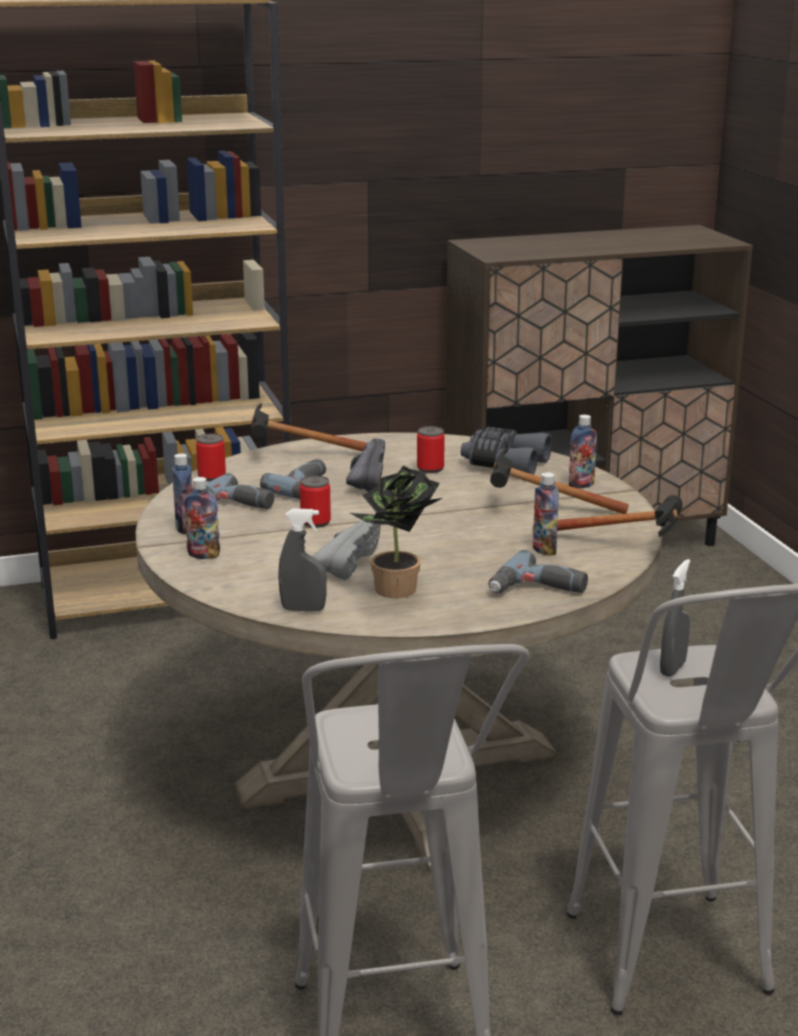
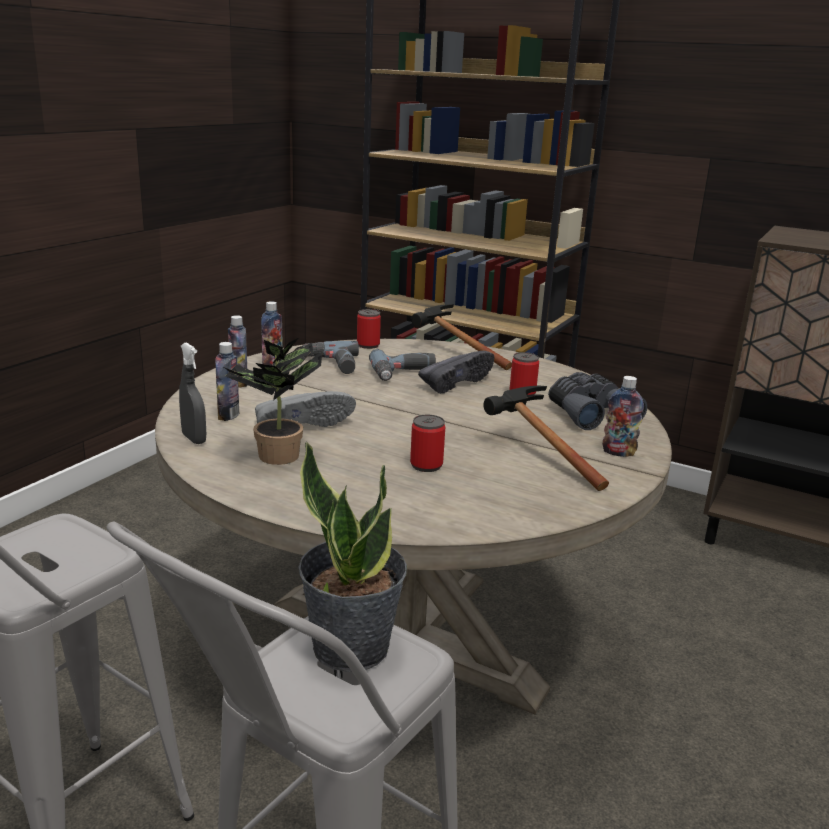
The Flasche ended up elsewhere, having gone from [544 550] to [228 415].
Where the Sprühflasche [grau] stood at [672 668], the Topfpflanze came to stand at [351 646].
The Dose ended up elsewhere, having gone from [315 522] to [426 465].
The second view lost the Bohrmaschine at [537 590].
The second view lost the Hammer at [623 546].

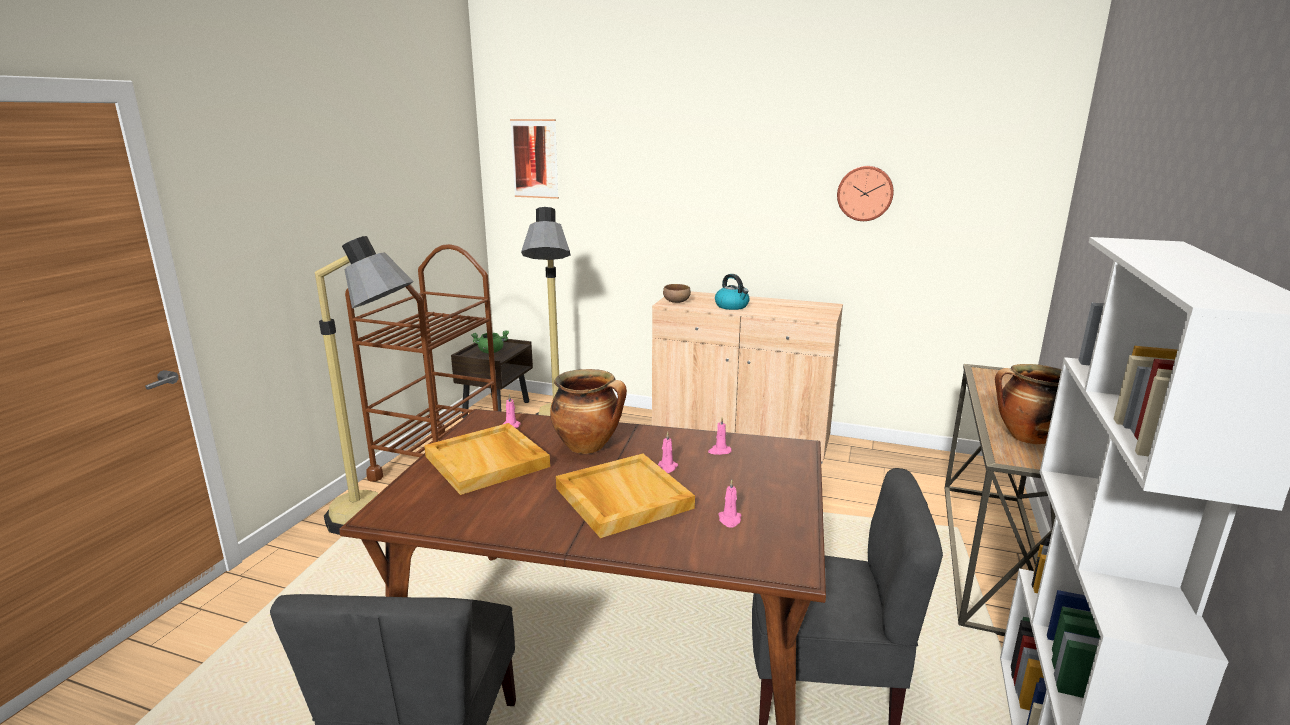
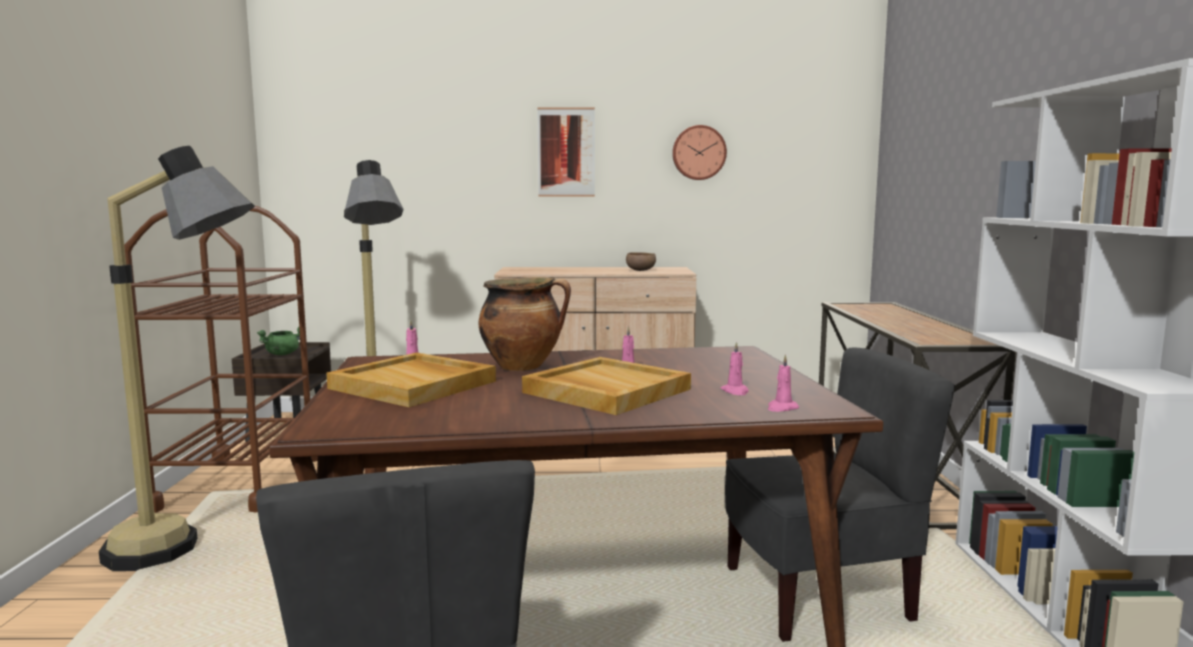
The Bild ended up elsewhere, having gone from [535 159] to [566 152].
The Schüssel [braun] ended up elsewhere, having gone from [677 302] to [641 270].
The Kerze [rosa] ended up elsewhere, having gone from [719 451] to [782 408].
The second view lost the Wasserkessel at [732 306].
The second view lost the Kochtopf at [1027 438].

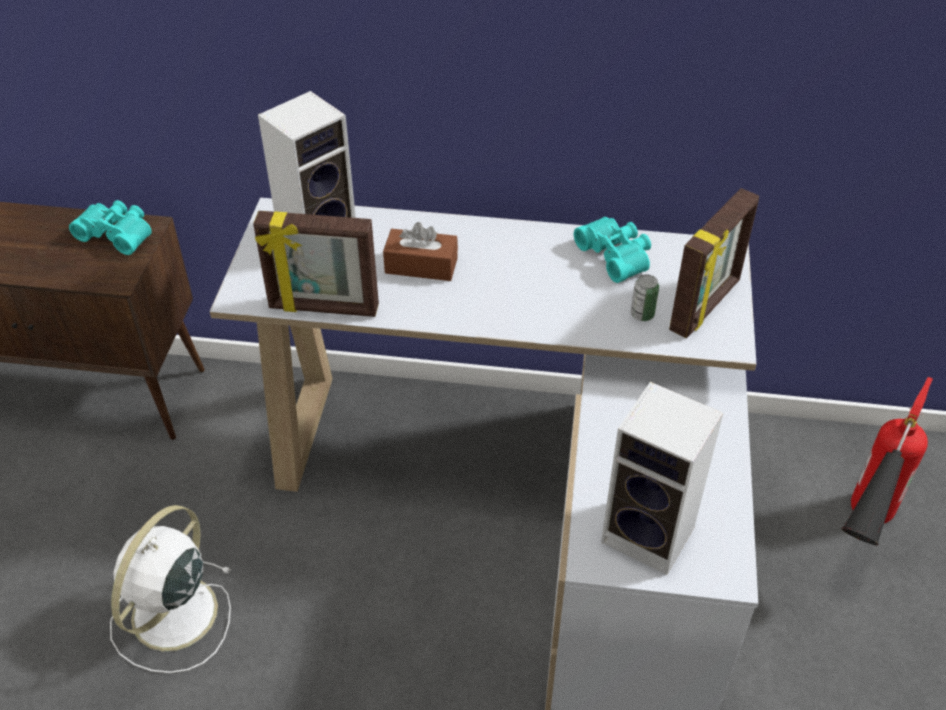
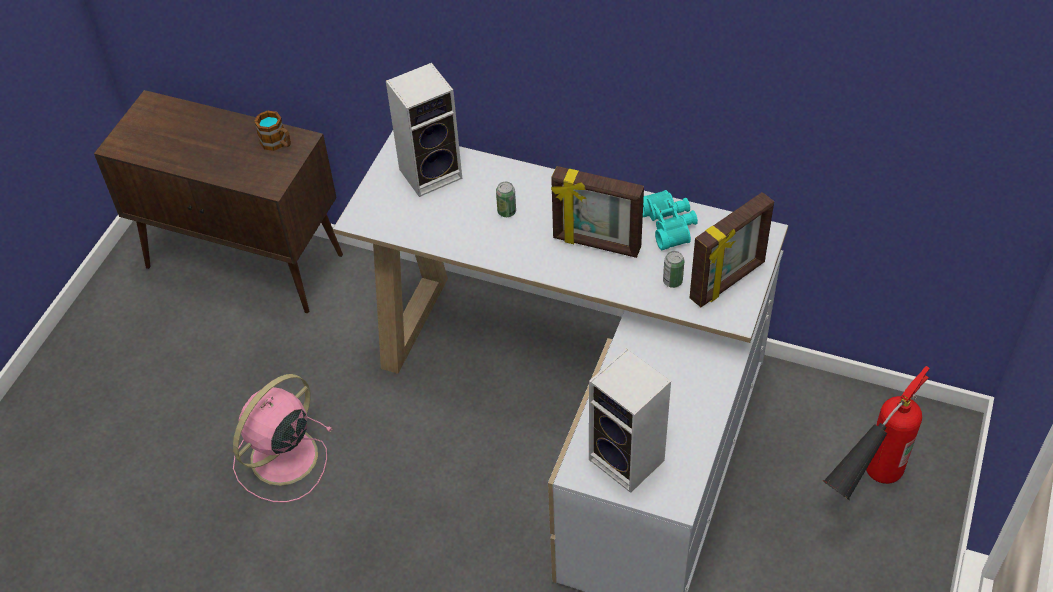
What was the Ventilator [weiß] at [172 616] turned into the Ventilator [rosa] at [282 459].
Where the Fernglas [türkis] stood at [117 233], the Henkelbecher came to stand at [277 143].
Where the Taschentuchbox [braun] stood at [421 266], the Dose came to stand at [506 211].
The Bilderrahmen ended up elsewhere, having gone from [323 308] to [596 244].

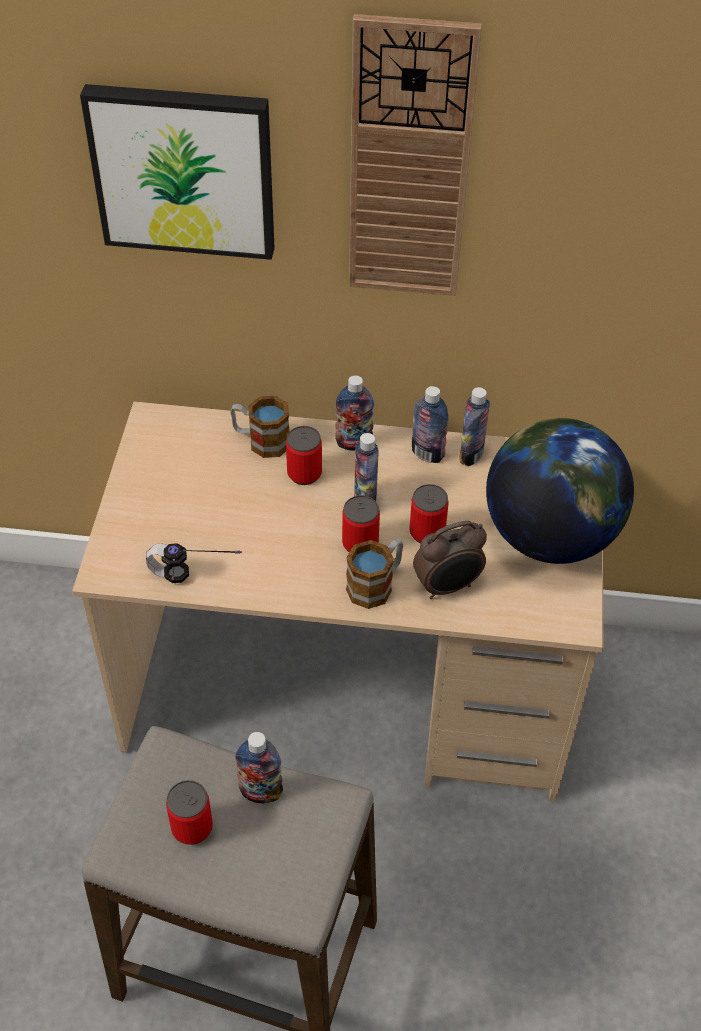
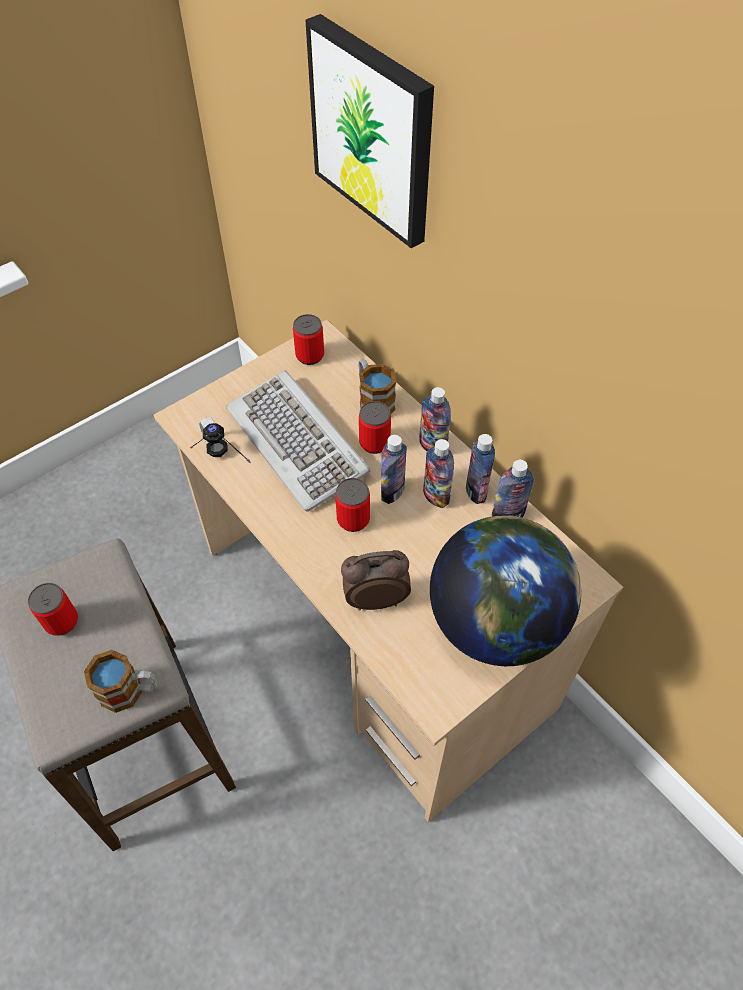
The Henkelbecher ended up elsewhere, having gone from [376 584] to [130 691].
The second view gained the Tastatur at [298 442].
The Dose ended up elsewhere, having gone from [427 532] to [310 355].
The Wecker at [448 587] ended up facing another way, 150 degrees clockwise from before.
The Flasche ended up elsewhere, having gone from [261 792] to [436 496].
The second view lost the Wanduhr at [409 164].

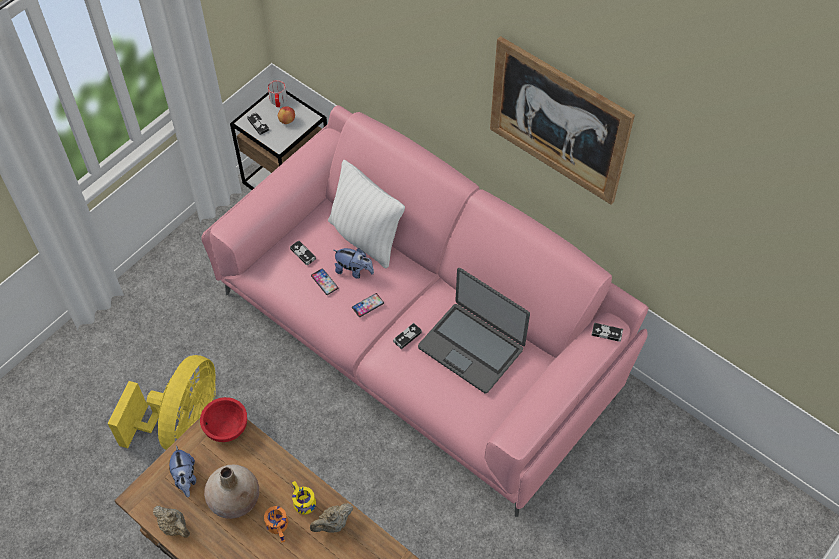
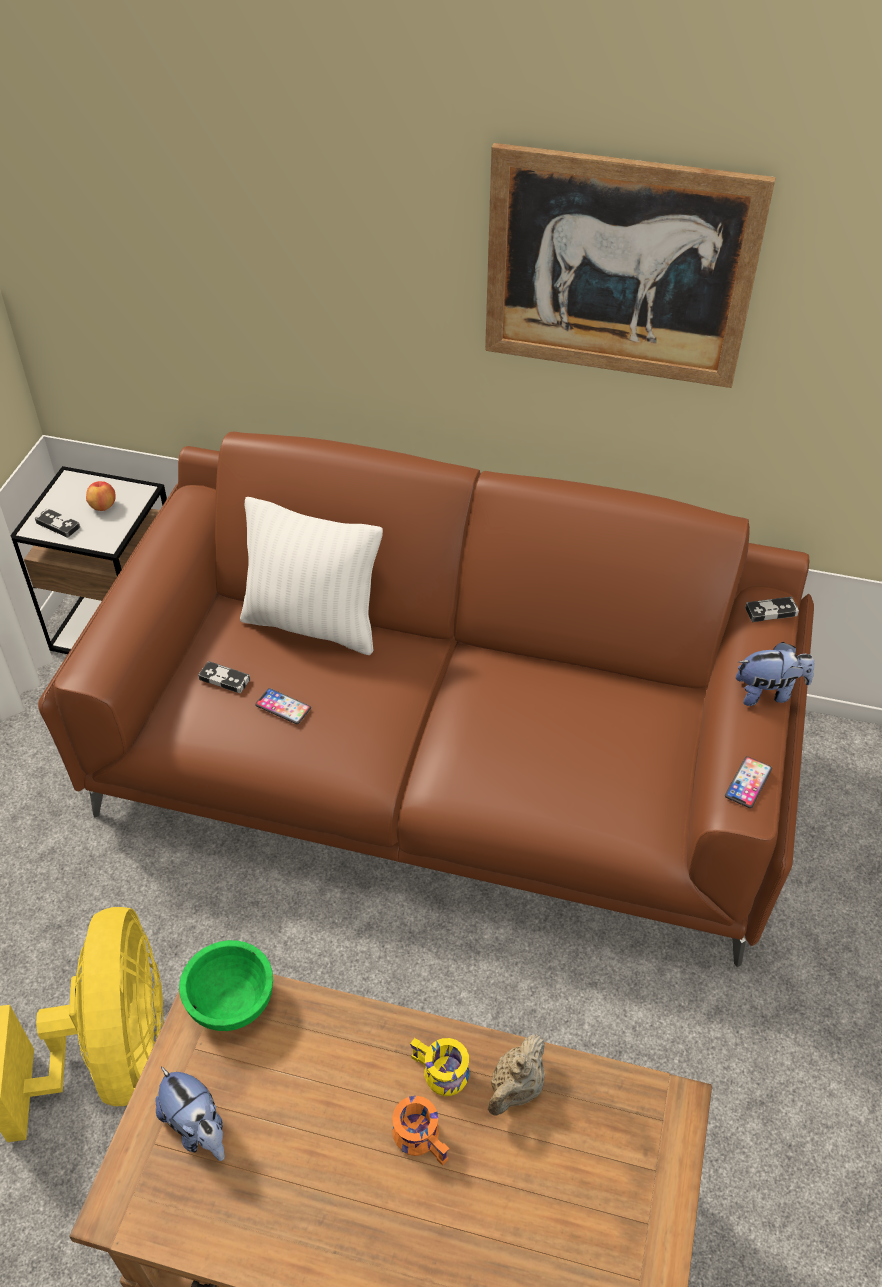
What was the Sofa [rosa] at [421 339] turned into the Sofa [braun] at [443 767].
What was the Schüssel [rot] at [226 427] turned into the Schüssel [grün] at [230 1001].
The Handy ended up elsewhere, having gone from [367 305] to [748 783].
The Plüschtier ended up elsewhere, having gone from [354 270] to [768 692].
The second view lost the Teekanne [beige] at [175 527].
The second view lost the Vase [beige] at [235 499].
The second view lost the Henkelbecher at [278 101].
The second view lost the Gamepad at [407 337].
The second view lost the Laptop at [471 347].

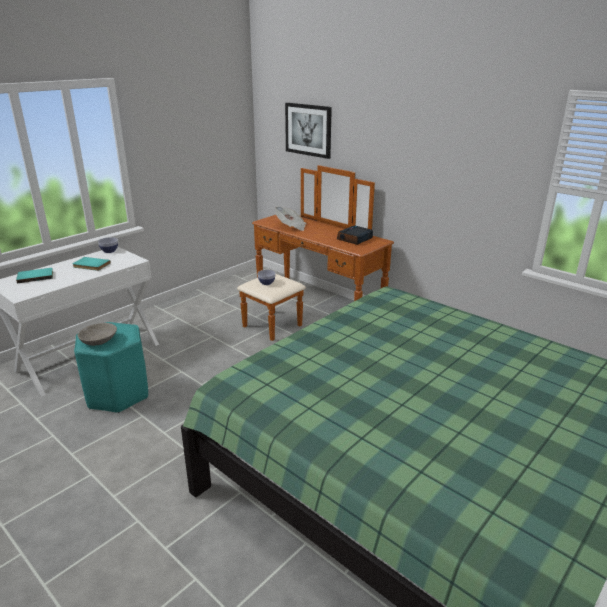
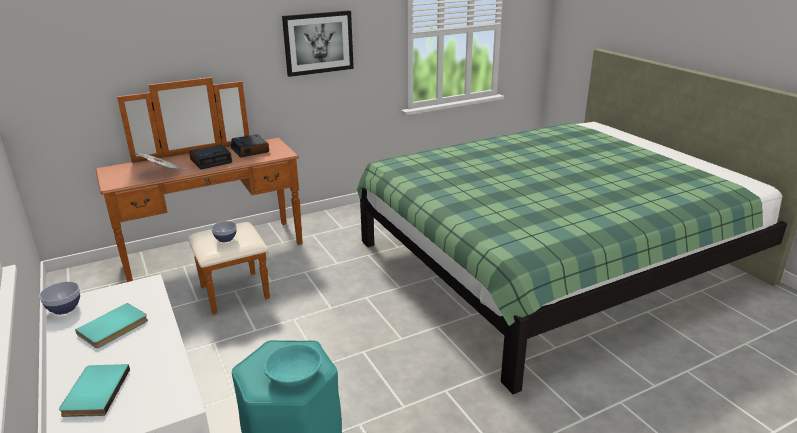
The second view gained the Wecker at [211 161].
What was the Schüssel [grau] at [99 341] turned into the Schüssel [türkis] at [294 375].
The Bild ended up elsewhere, having gone from [308 130] to [318 43].

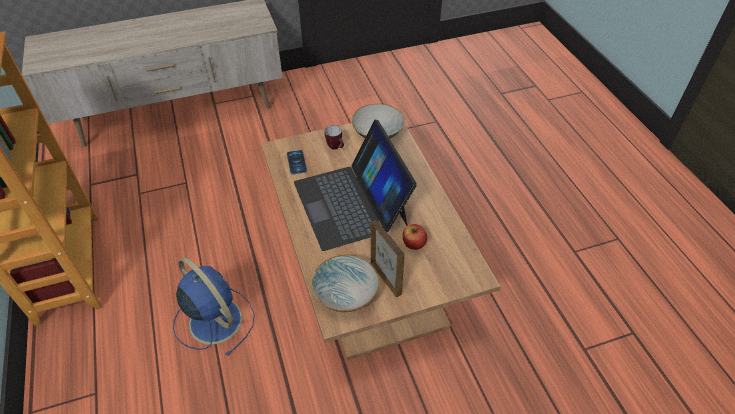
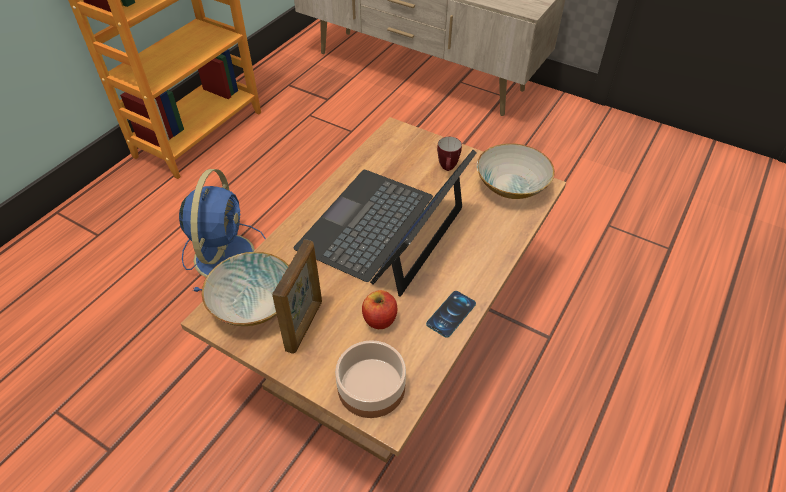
The second view gained the Schüssel at [370 387].
The Handy ended up elsewhere, having gone from [296 162] to [451 314].

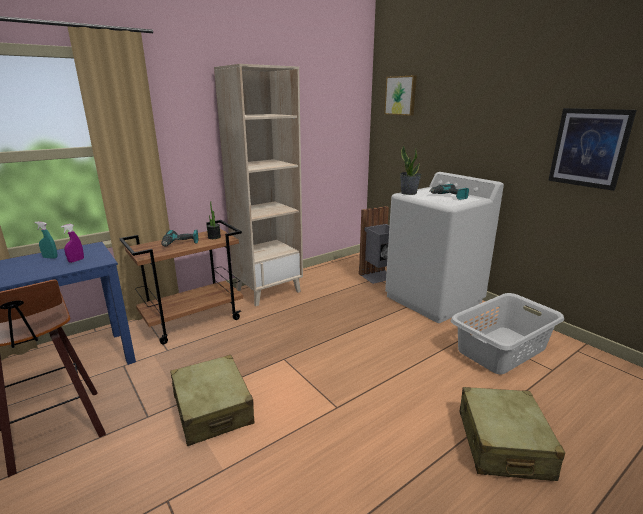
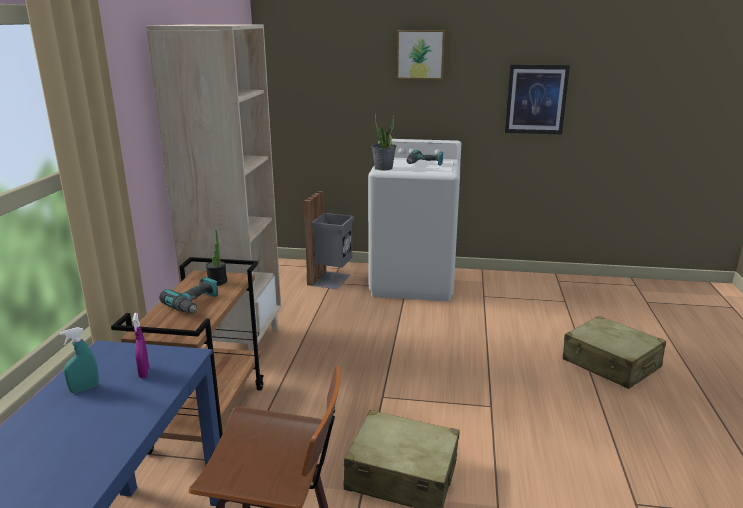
The Bild ended up elsewhere, having gone from [401 95] to [420 54].
The second view lost the Wäschekorb [grau] at [502 349].

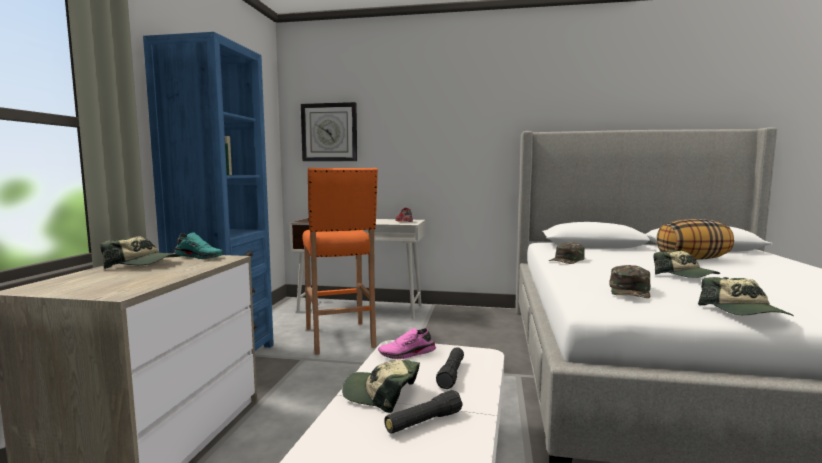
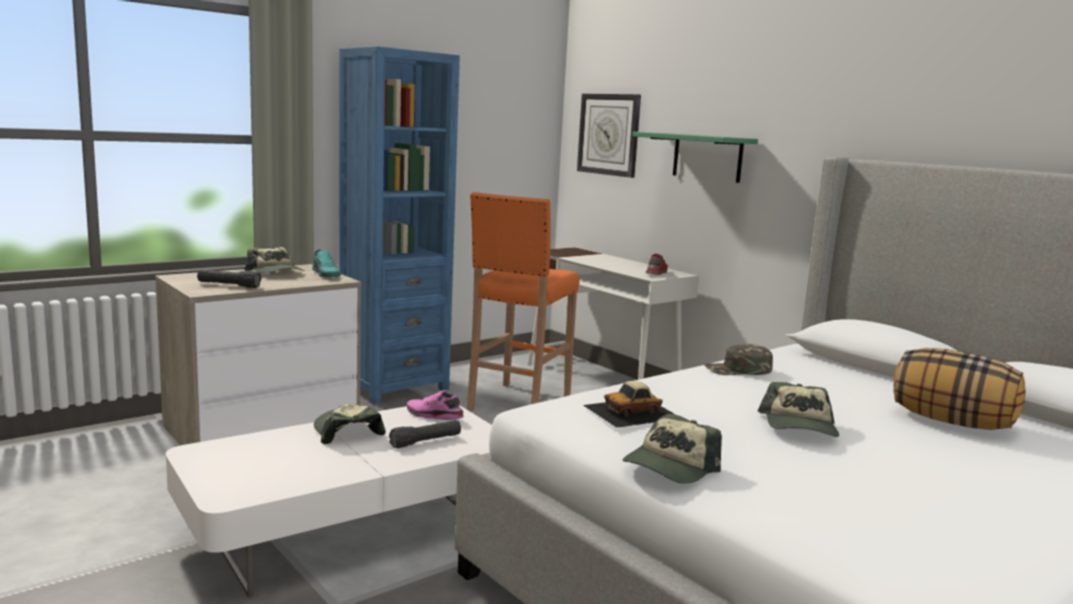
The Taschenlampe [schwarz] ended up elsewhere, having gone from [423 422] to [229 285].
Where the Kappe [grün] stood at [630 290], the Spielzeugauto came to stand at [632 411].
The second view gained the Wandregal [grün] at [707 157].

